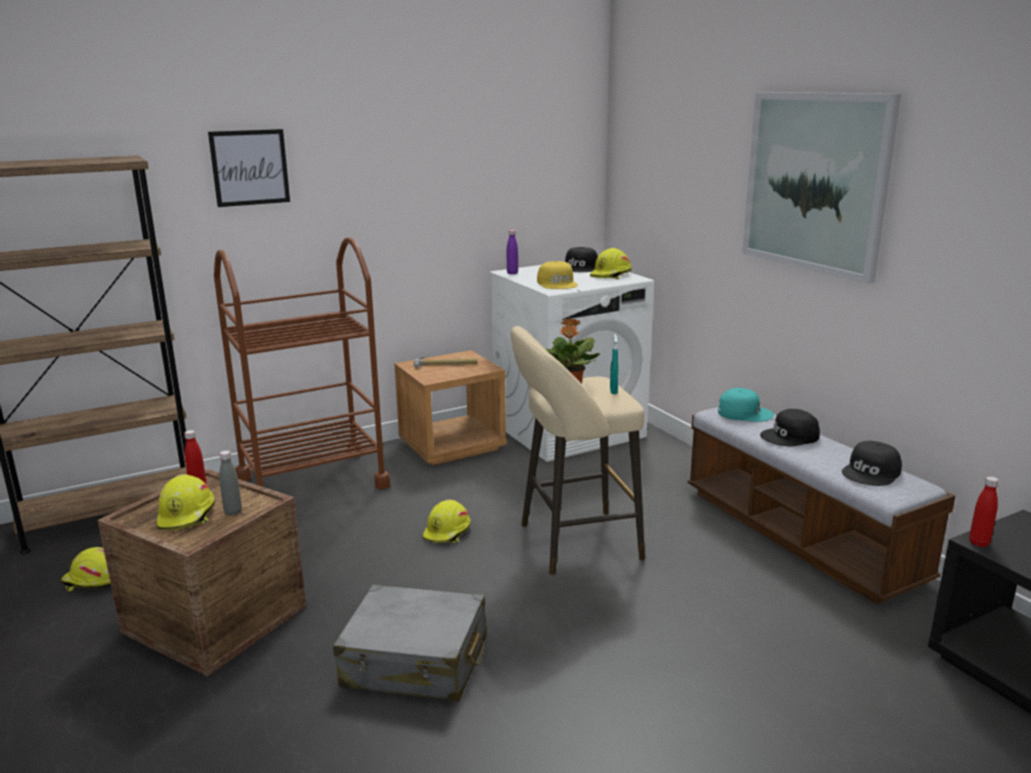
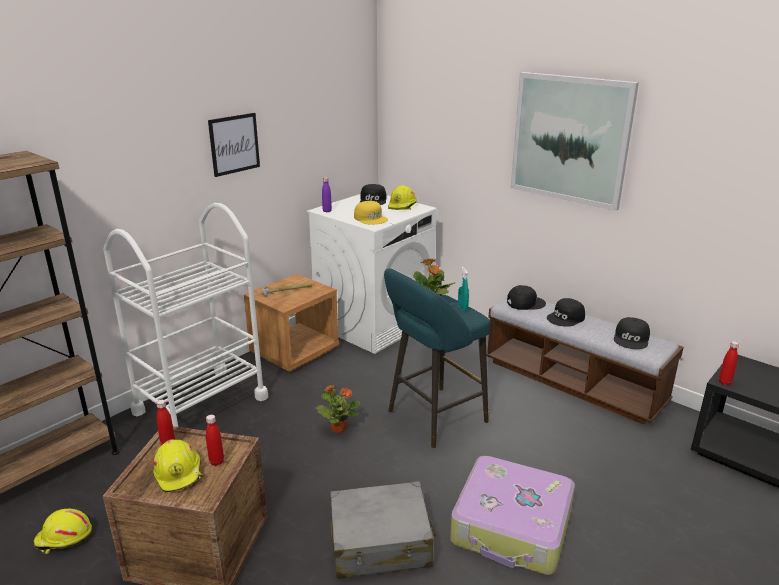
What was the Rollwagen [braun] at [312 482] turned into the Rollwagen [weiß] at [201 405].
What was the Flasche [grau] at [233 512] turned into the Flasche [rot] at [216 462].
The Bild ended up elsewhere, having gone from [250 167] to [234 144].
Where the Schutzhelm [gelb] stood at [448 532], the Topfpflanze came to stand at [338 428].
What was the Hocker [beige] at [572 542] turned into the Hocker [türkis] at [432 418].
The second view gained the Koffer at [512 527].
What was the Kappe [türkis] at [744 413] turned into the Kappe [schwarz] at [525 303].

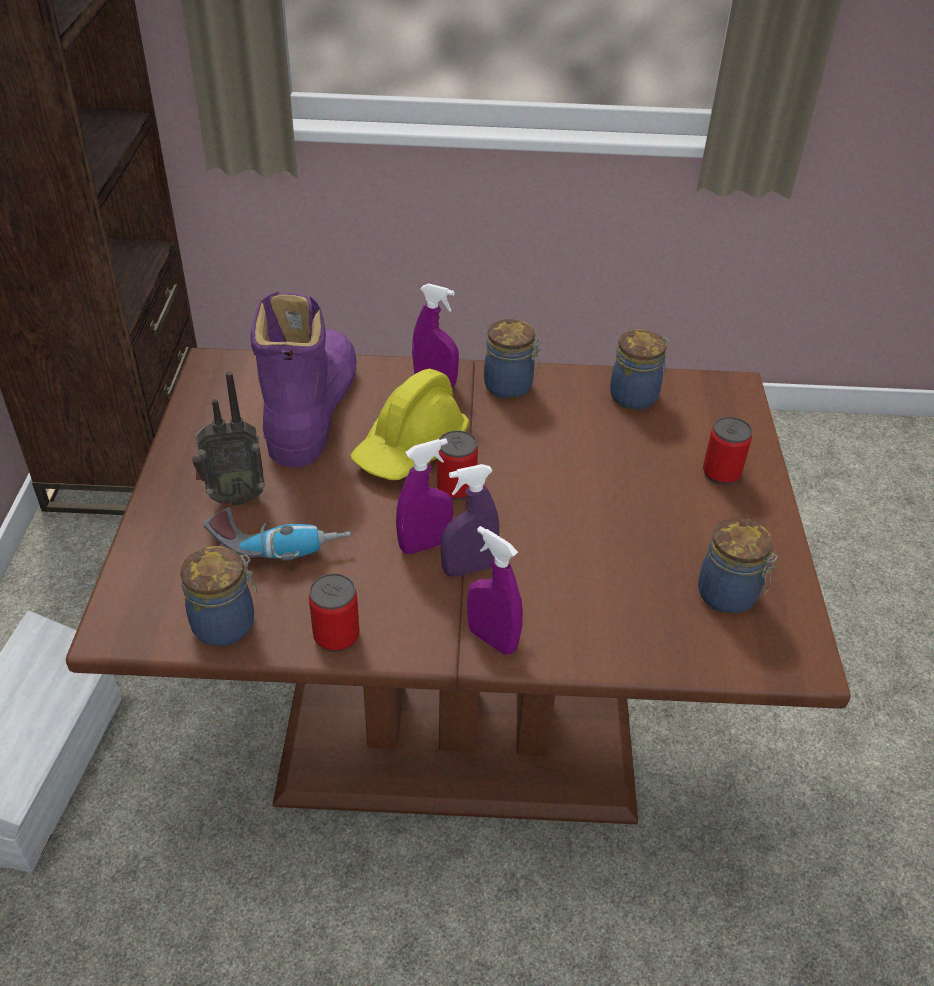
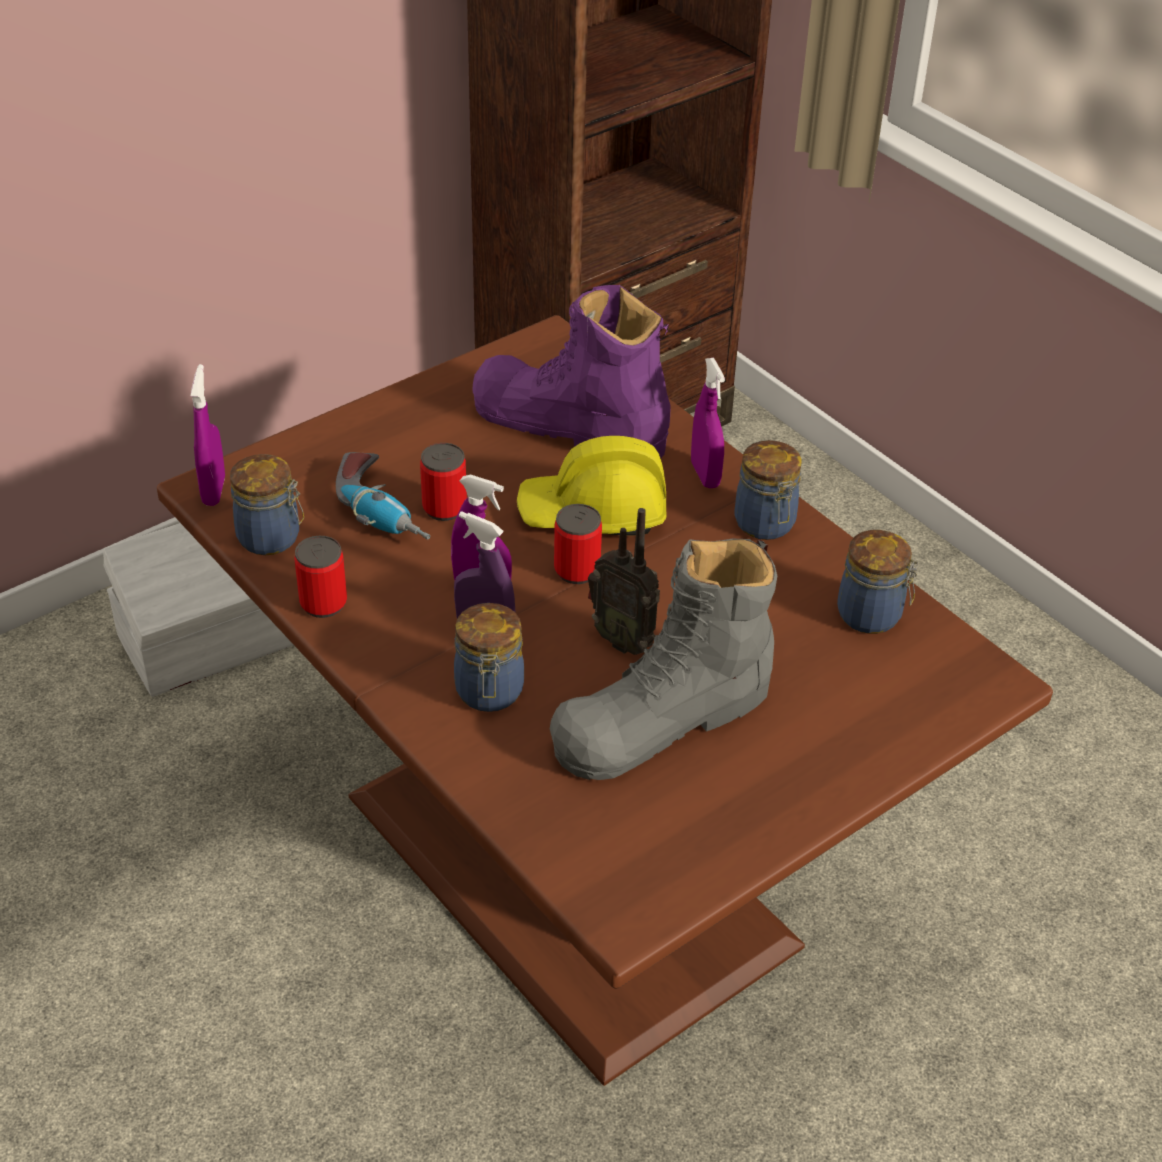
The Sprühflasche [lila] ended up elsewhere, having gone from [492 639] to [214 490].
The Dose ended up elsewhere, having gone from [721 473] to [444 508].
The Vorratsglas ended up elsewhere, having gone from [729 596] to [489 693].
The Stiefel [lila] at [311 408] ended up facing another way, 120 degrees counterclockwise from before.
The second view gained the Stiefel [grau] at [663 719].
The Radio ended up elsewhere, having gone from [234 496] to [624 640].

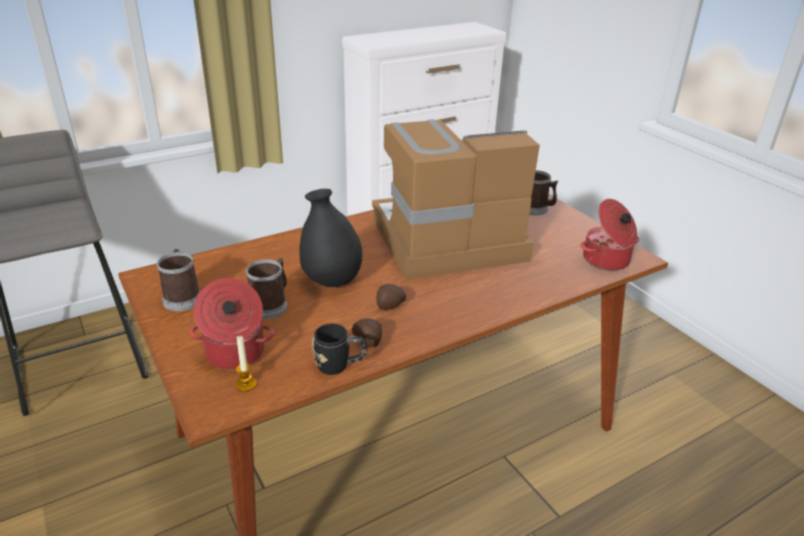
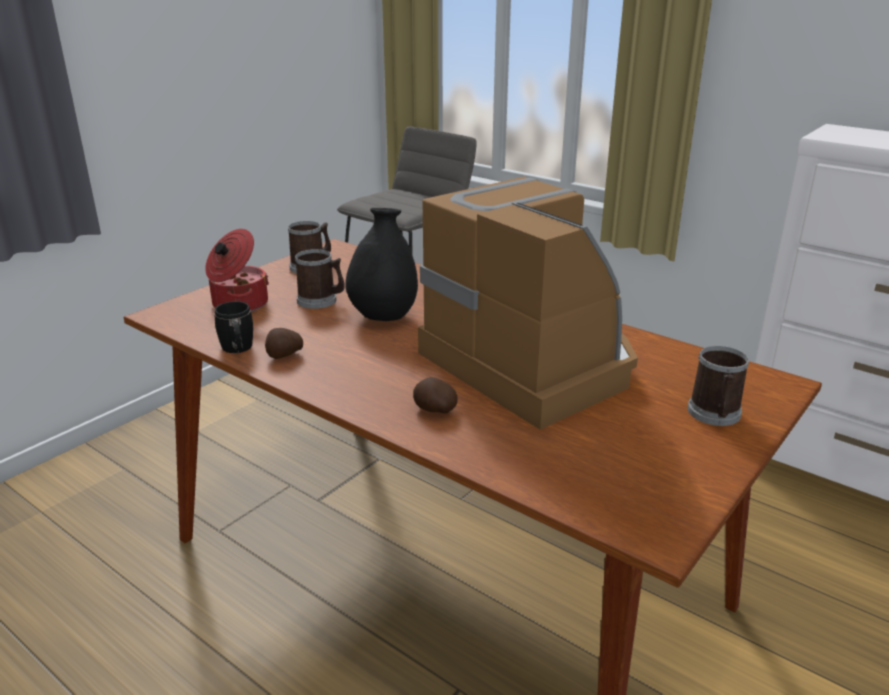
The Kartoffel ended up elsewhere, having gone from [389 306] to [434 410].
The second view lost the Kerze at [246 384].
The second view lost the Kochtopf at [606 260].

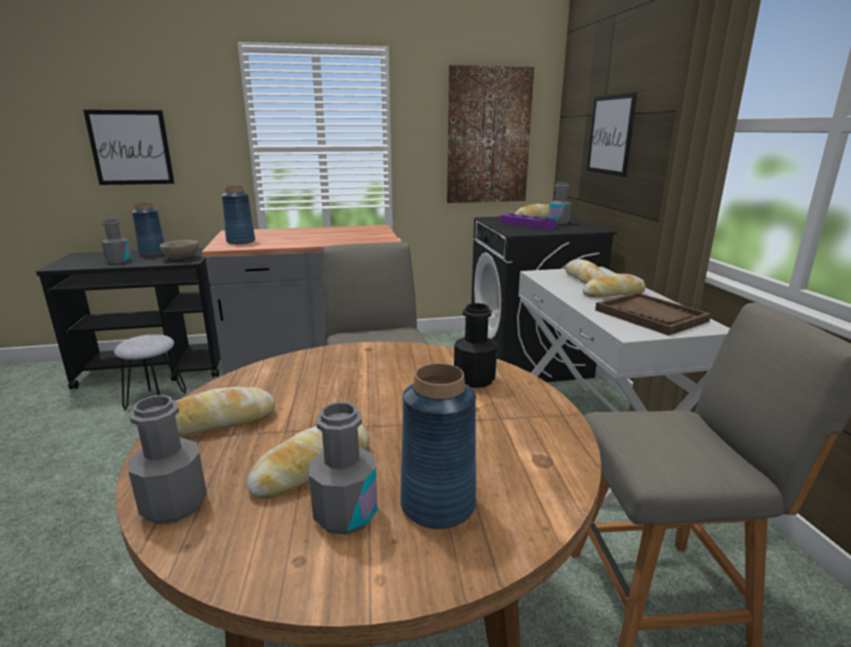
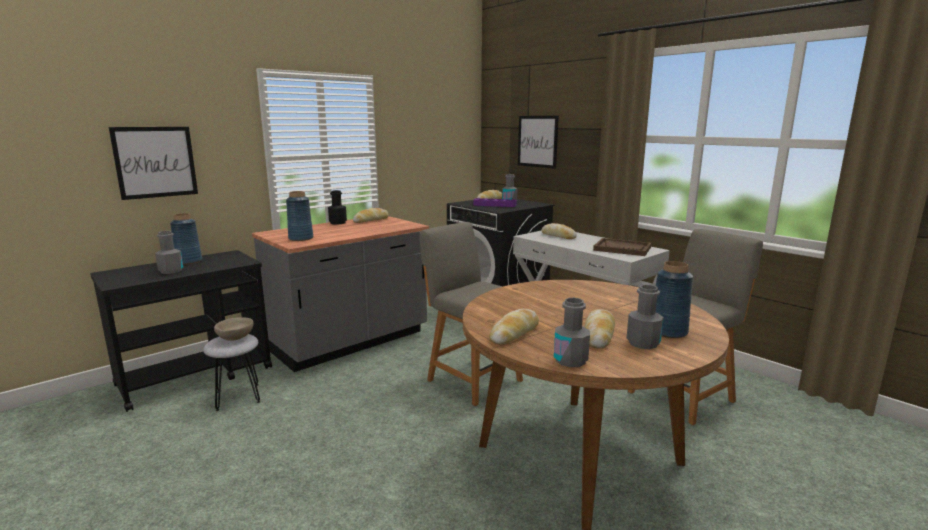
The Schüssel [beige] ended up elsewhere, having gone from [182 258] to [235 338].
The Flasche [schwarz] ended up elsewhere, having gone from [474 379] to [338 223].
The Brot ended up elsewhere, having gone from [613 293] to [371 220].
The second view lost the Bild at [488 136].

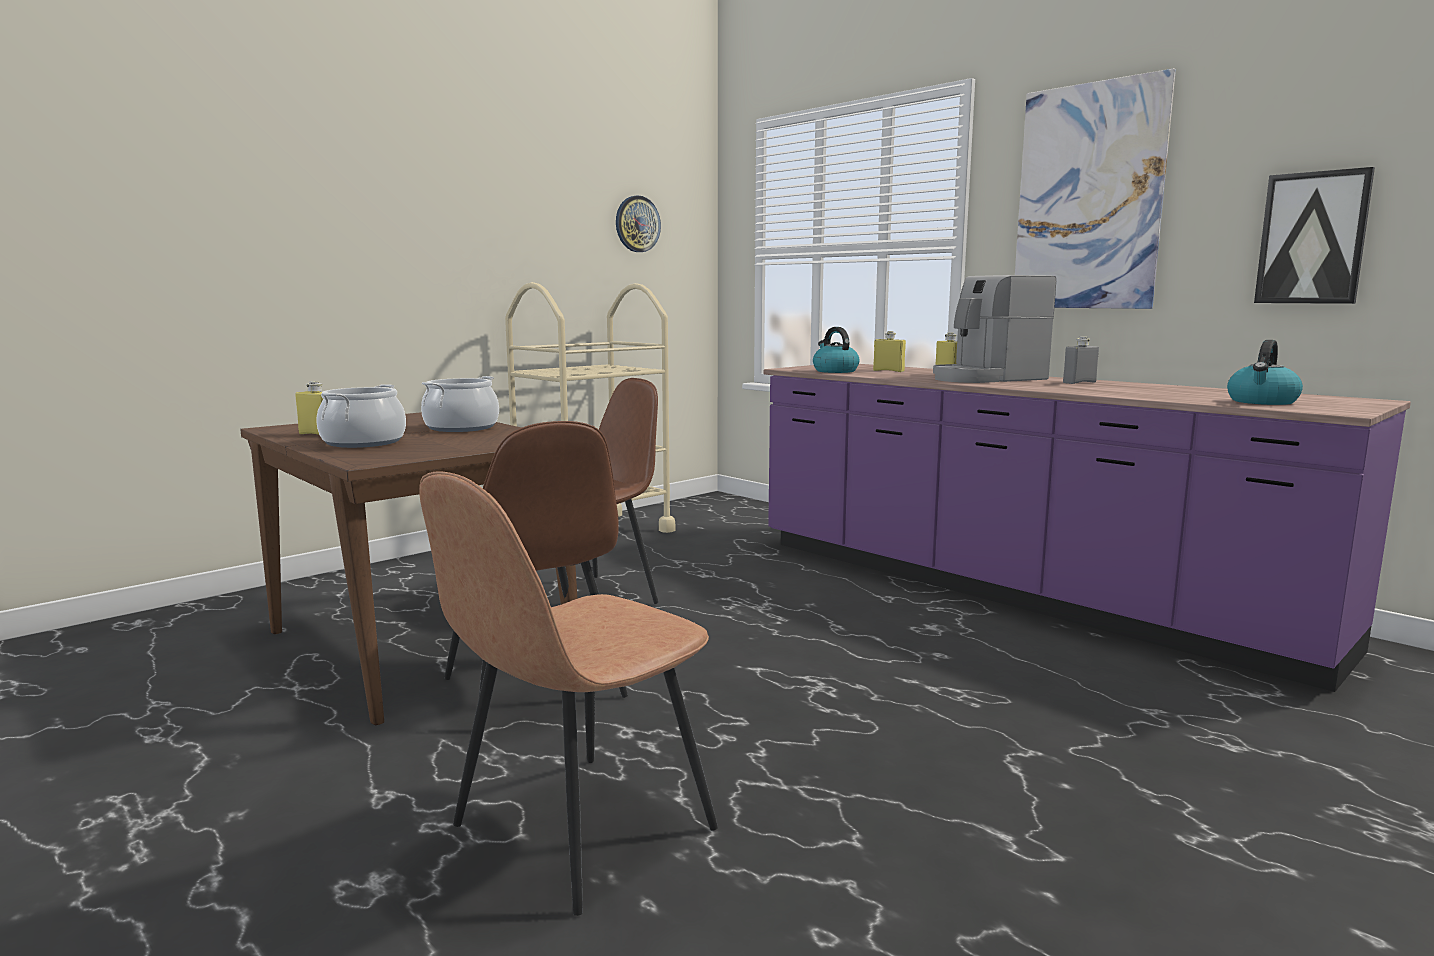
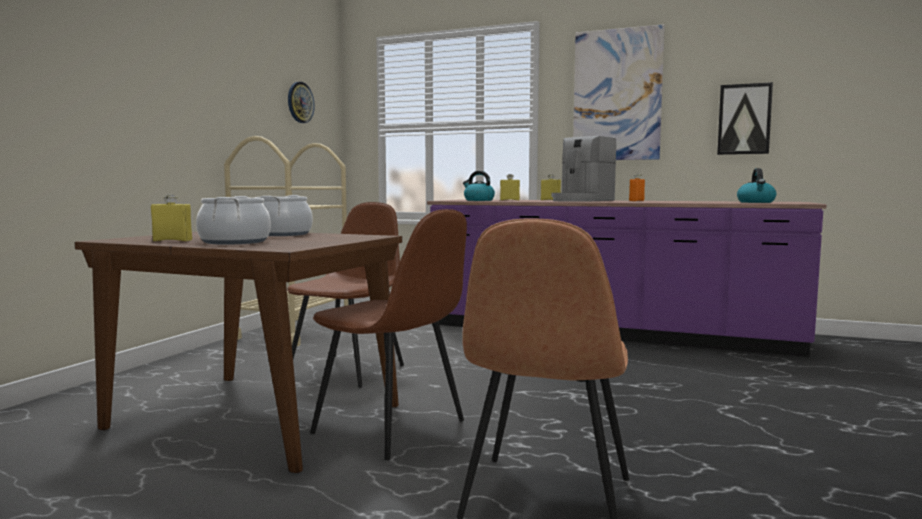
What was the Flasche [grau] at [1079 382] turned into the Flasche [orange] at [636 200].

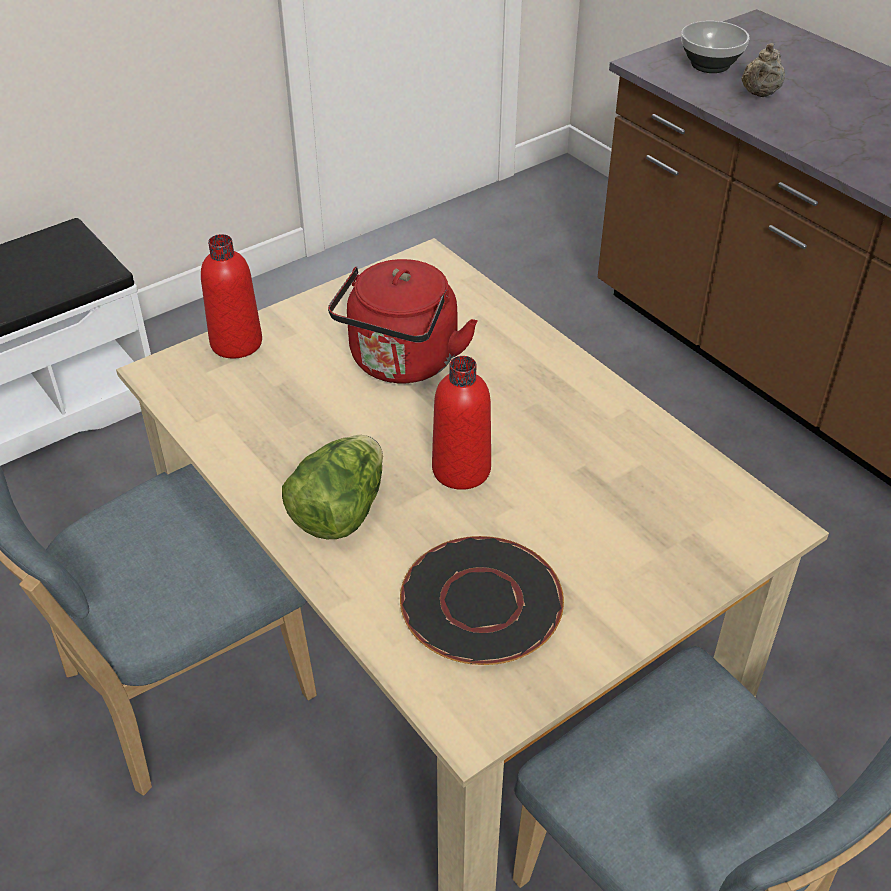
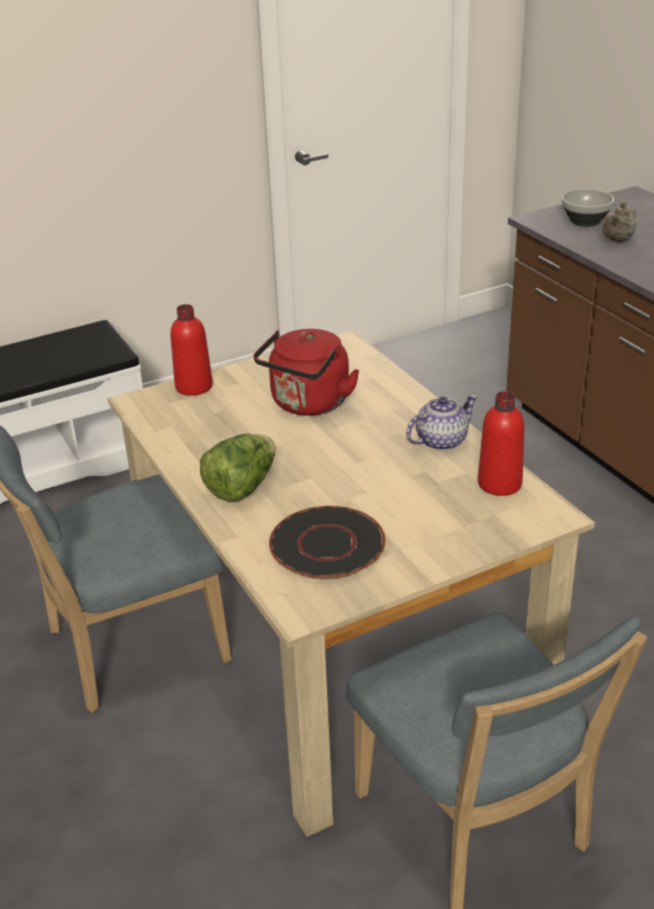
The second view gained the Teekanne at [440 441].
The Flasche [rot] ended up elsewhere, having gone from [461 470] to [499 484].

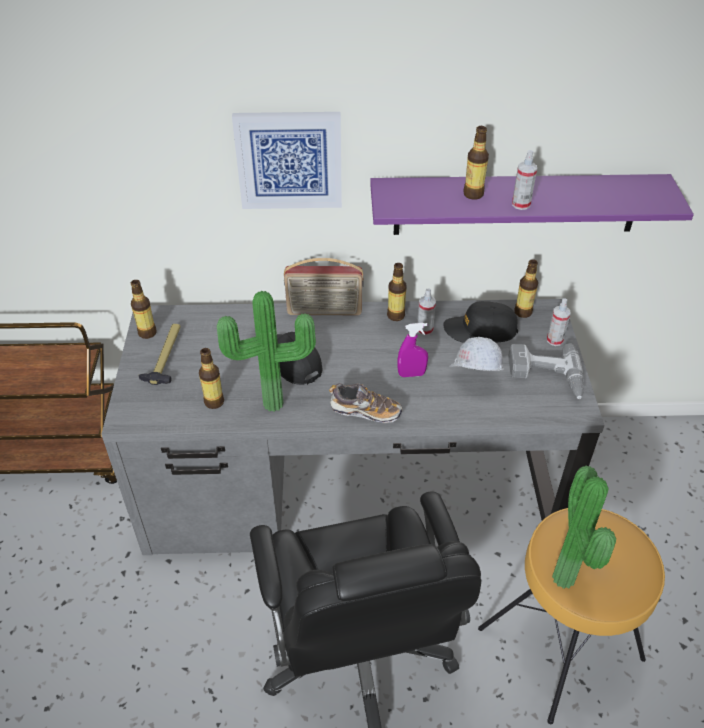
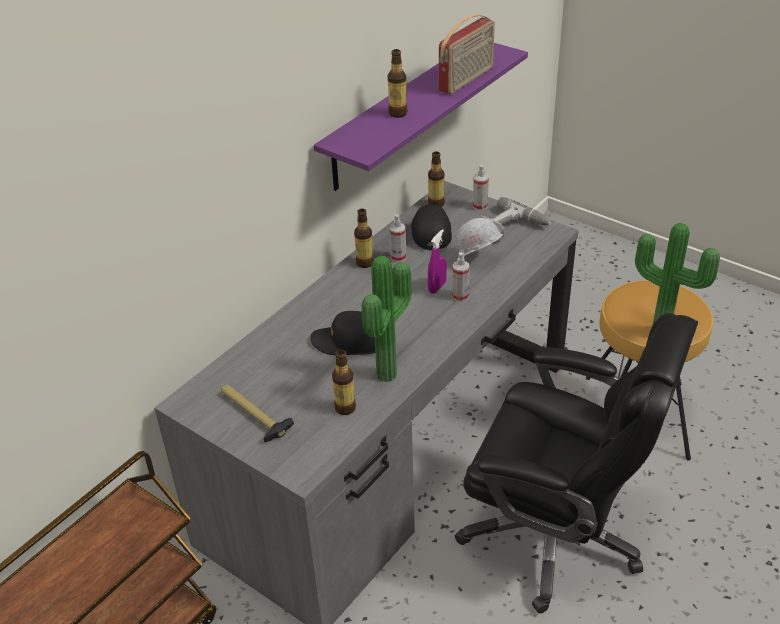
The Kappe [schwarz] at [480 330] ended up facing another way, 135 degrees clockwise from before.
The Radio ended up elsewhere, having gone from [324 311] to [467 79].
The Sprühflasche ended up elsewhere, having gone from [521 204] to [460 296].
The second view lost the Flasche at [147 333].
The second view lost the Bild at [289 160].
The second view lost the Schuh at [365 411].

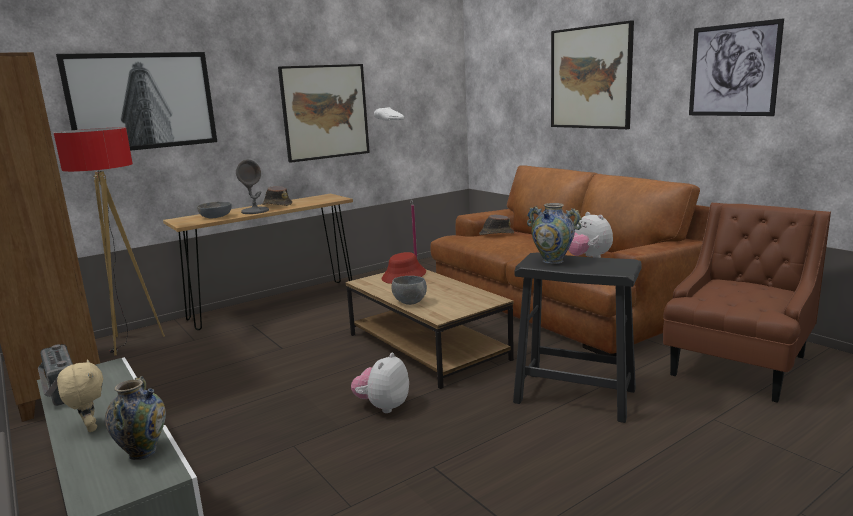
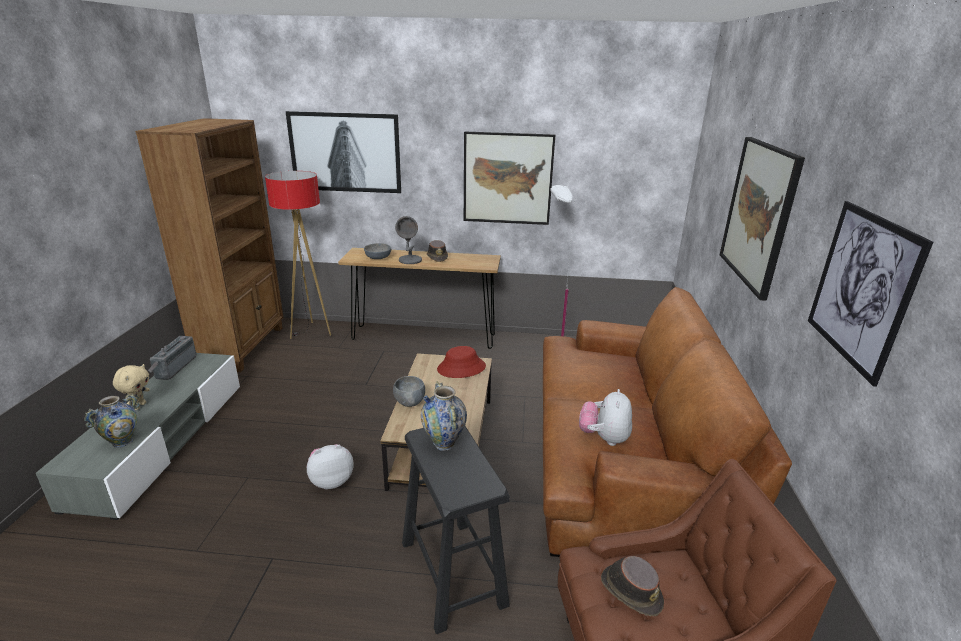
The Hut [braun] ended up elsewhere, having gone from [496 233] to [630 590].

